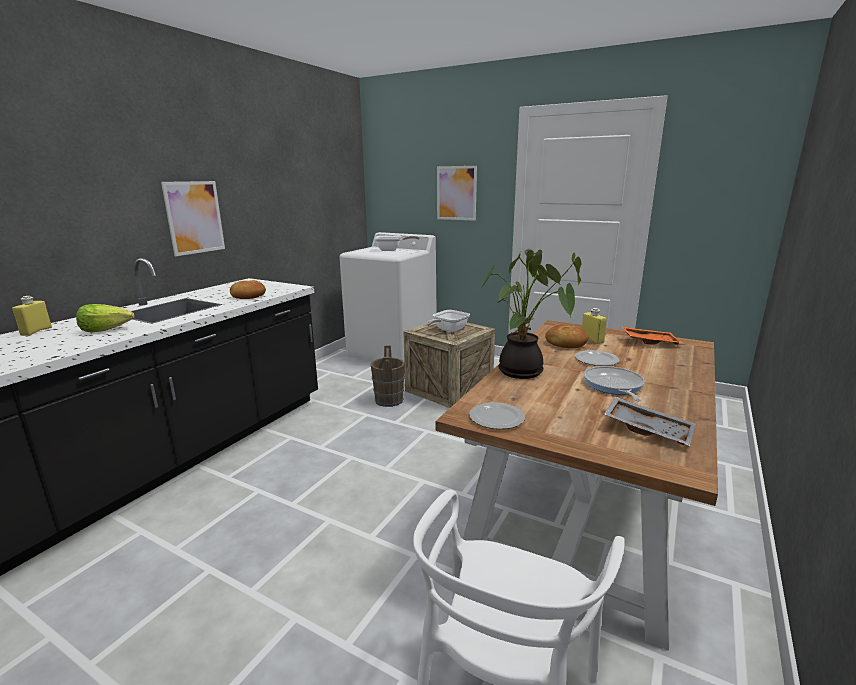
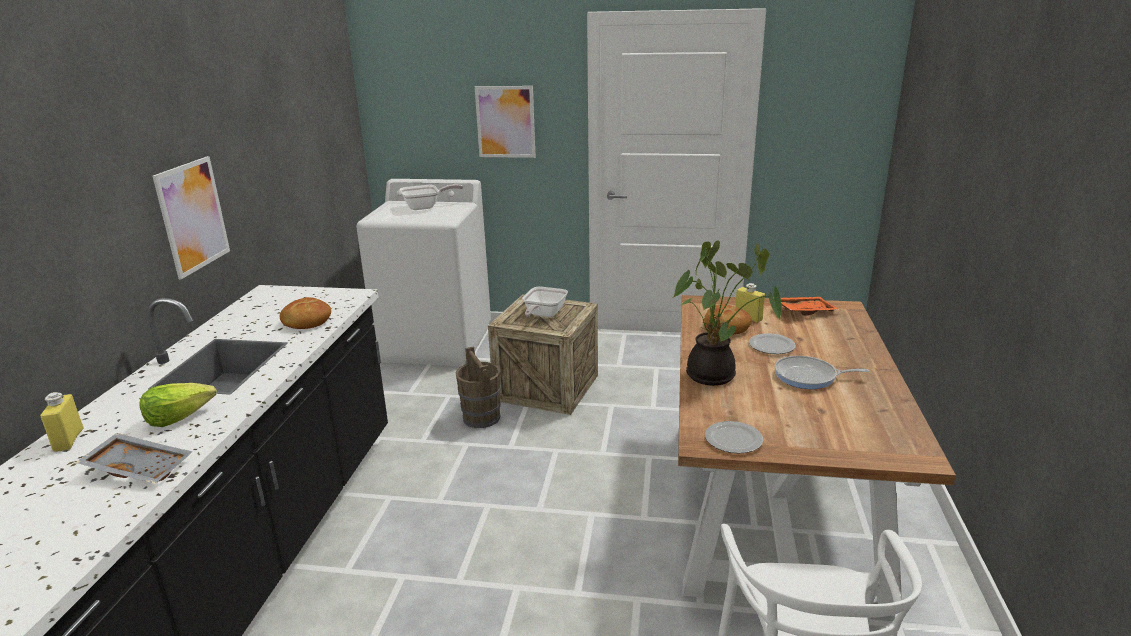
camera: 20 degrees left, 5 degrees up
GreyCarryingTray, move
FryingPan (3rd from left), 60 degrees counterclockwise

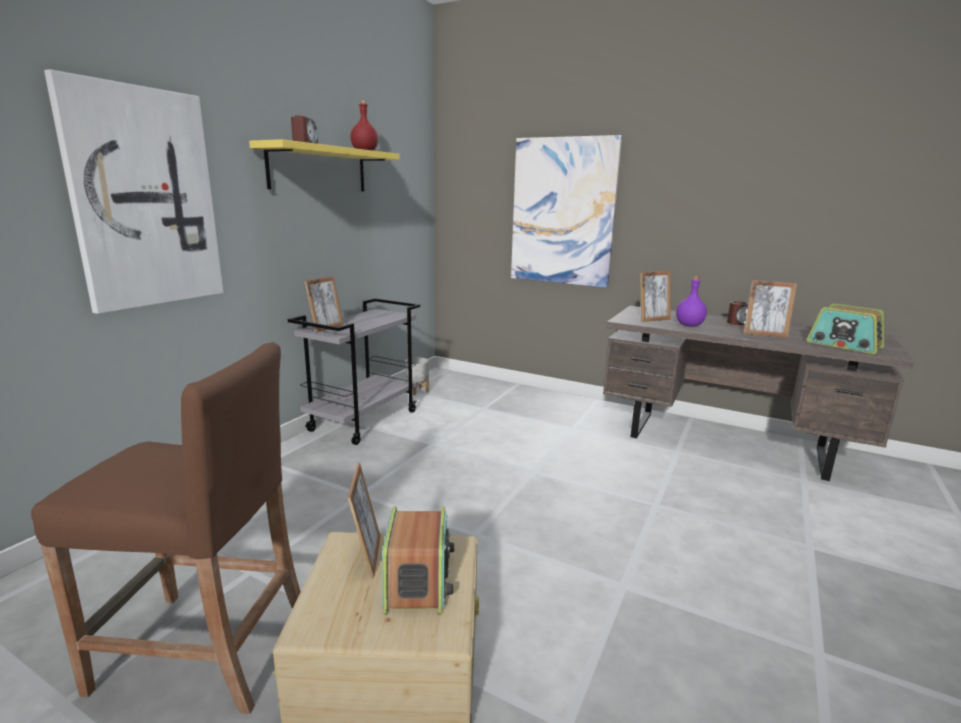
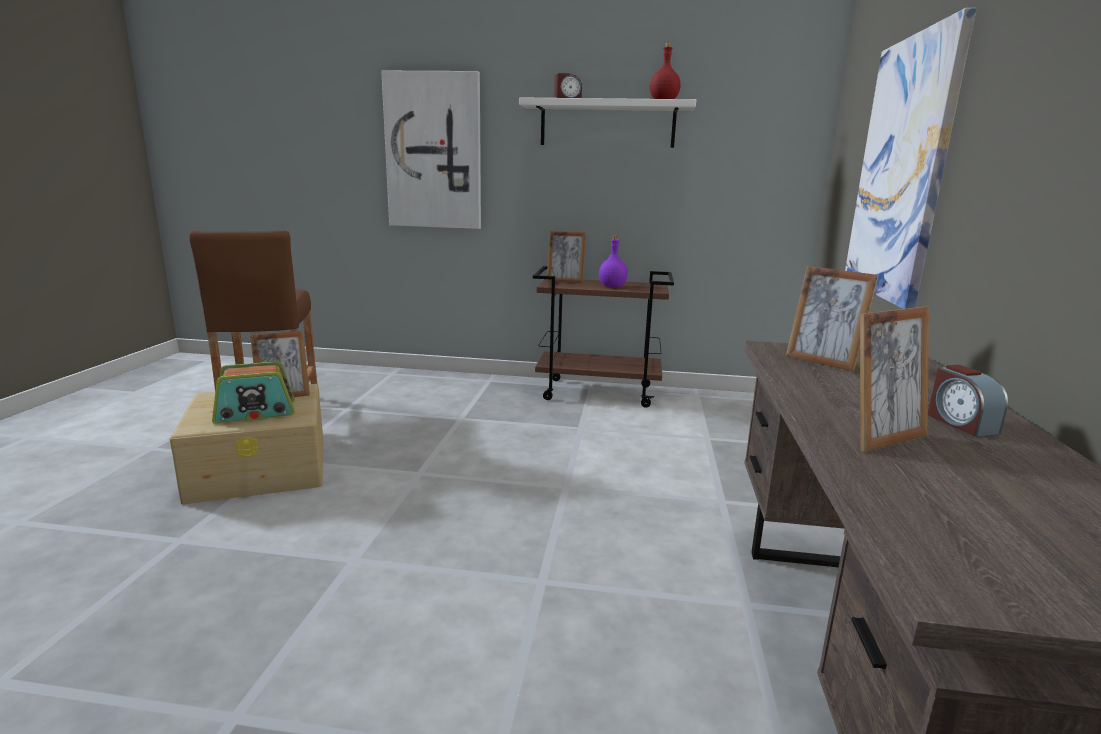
camera: 70 degrees right, 0 degrees up
GreyPlantPot → -
Radio (2nd from left) → -
PurpleColouredBottle, move
YellowishShelf → WhiteShelf
GreyCart → BrownColouredCart
PictureFrame (4th from left), 120 degrees counterclockwise

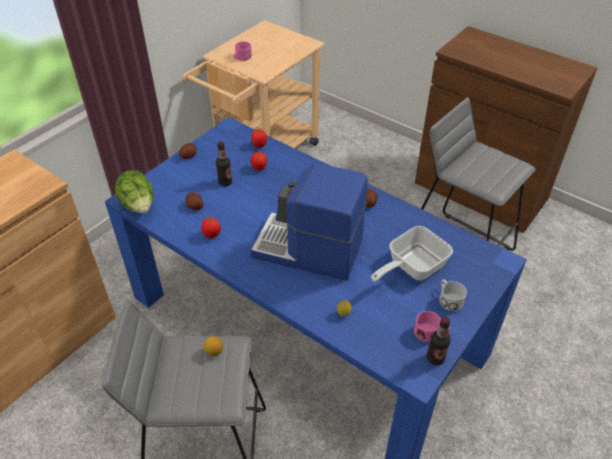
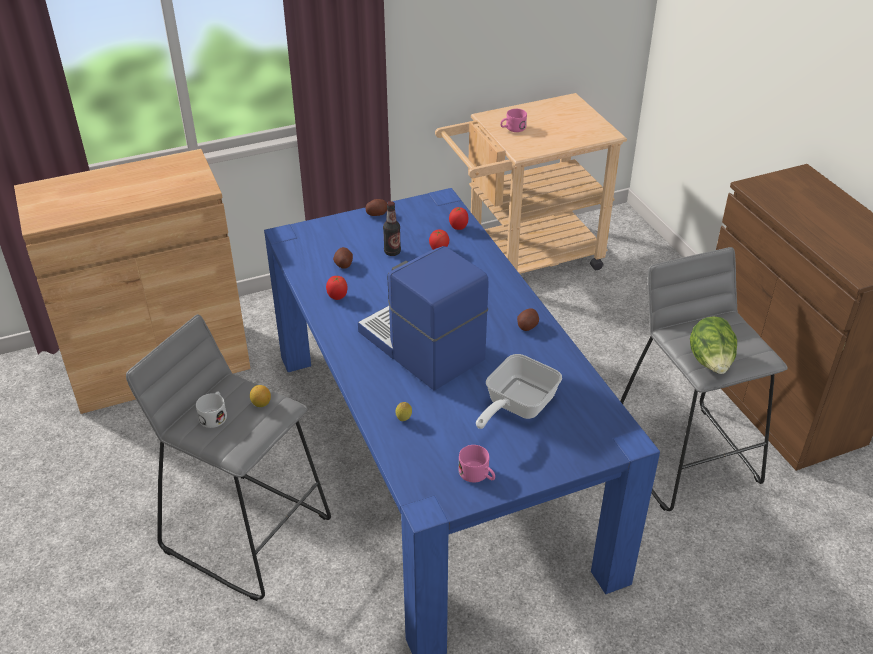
camera: 30 degrees right, 5 degrees down
Bottle (2nd from left) → -
Lettuce, move
WhiteMug, move
FryingPan, 45 degrees counterclockwise

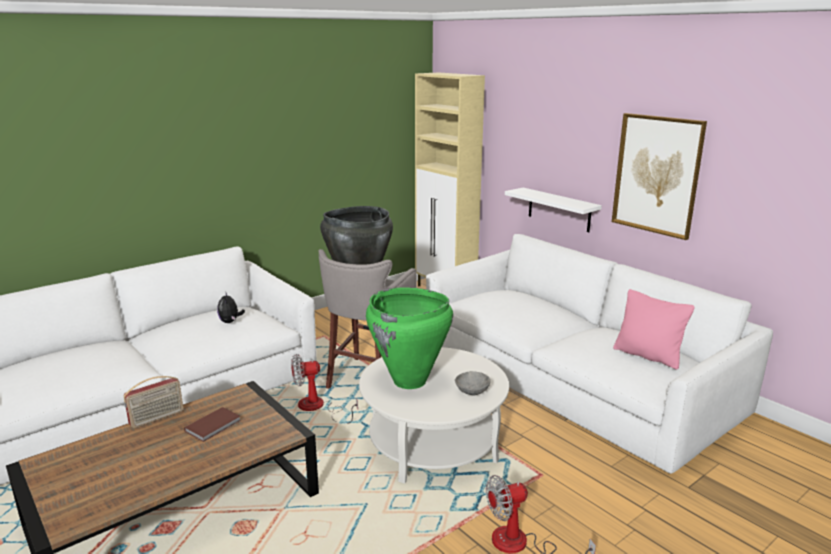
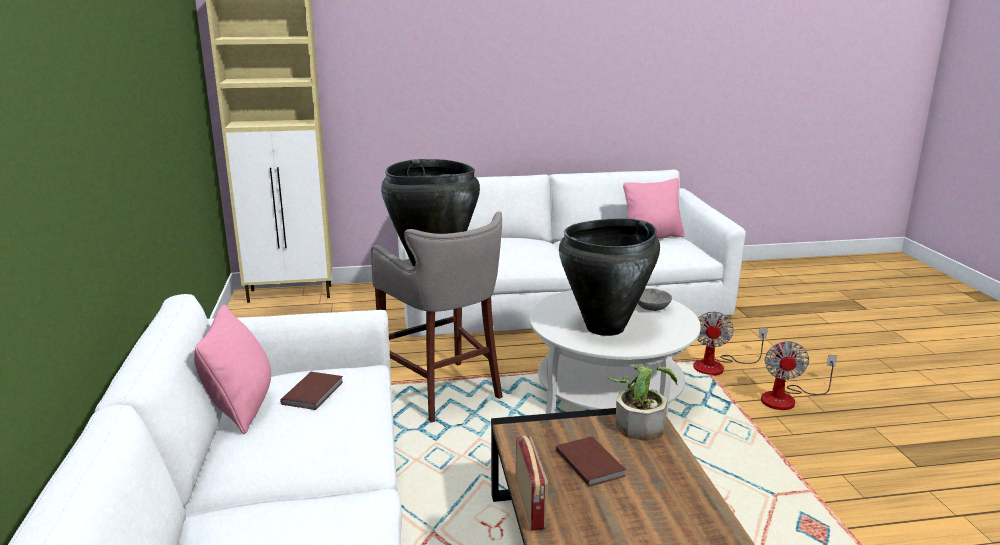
camera: 60 degrees left, 0 degrees up
WhiteShelf → -
WallArt → -
- → PinkishThrowPillow (1st from left)
- → Houseplant
Fan (1st from left), move
PlushToy → BrownColouredVolume (1st from left)
GreenColouredFlowerVase → BlackFlowerVase (2nd from left)

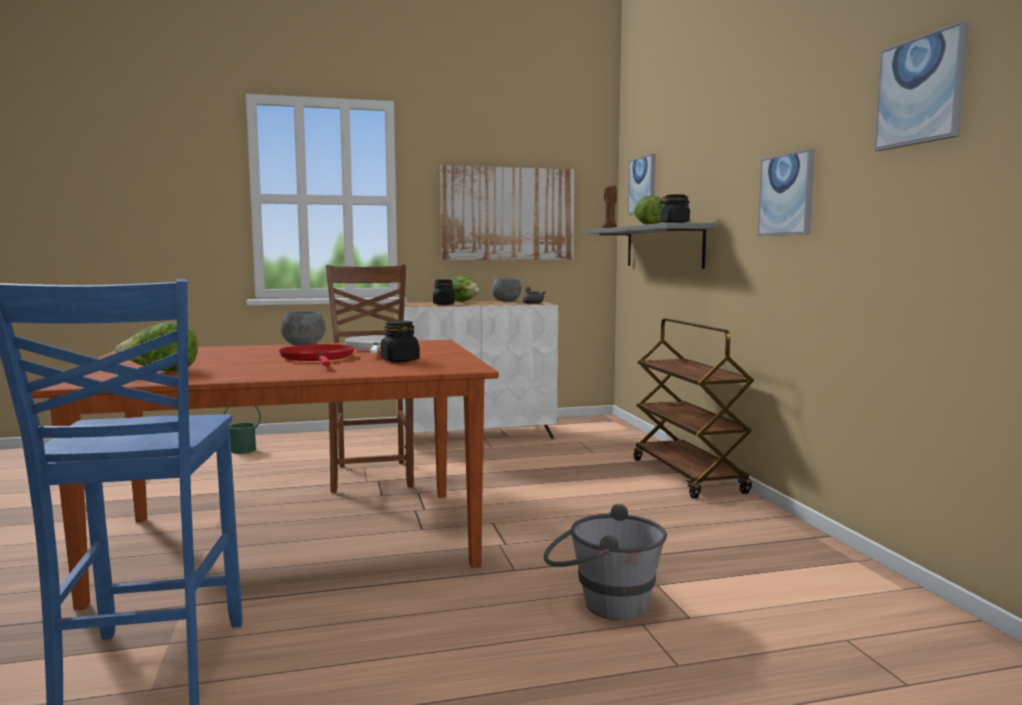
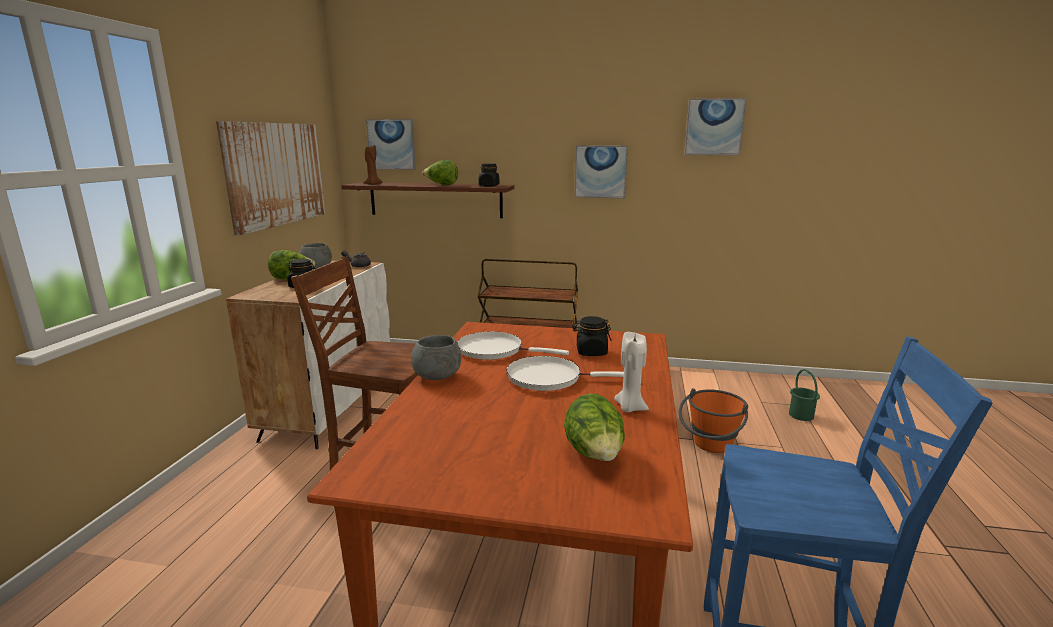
camera: 65 degrees left, 10 degrees up
- → WhiteCandle
GreenColouredWaterBucket, move
RedFryingPan → WhiteFryingPan (2nd from left)
GreyWaterBucket → OrangeWaterBucket
GreyShelf → BrownColouredShelf

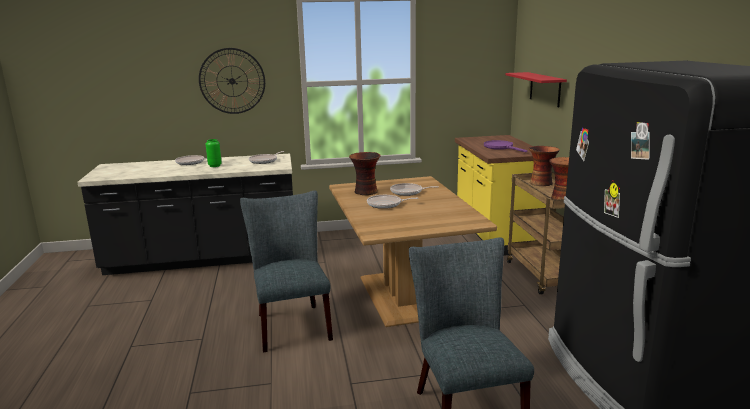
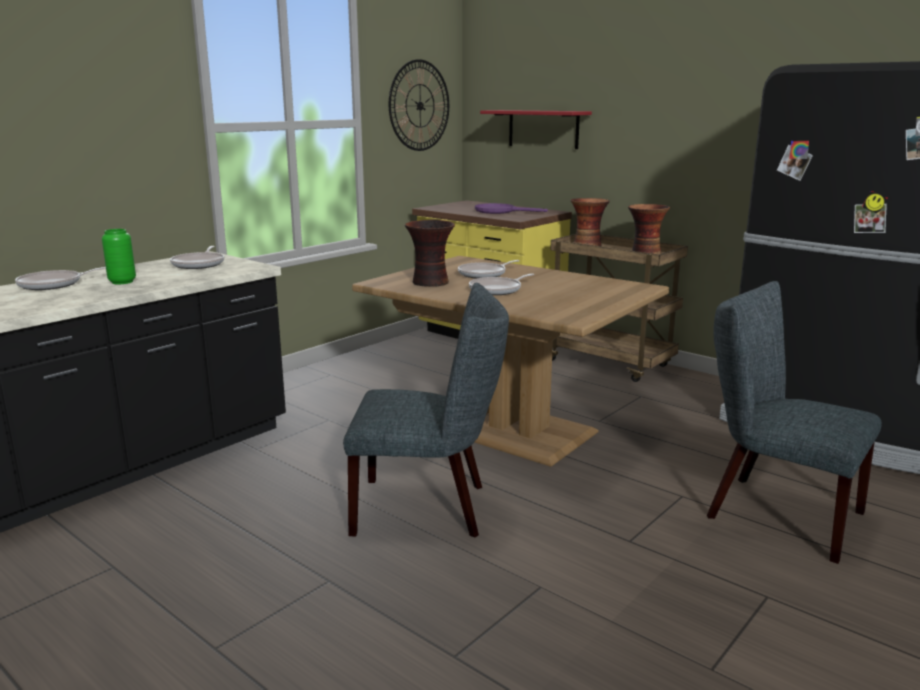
camera: 40 degrees left, 0 degrees up
WallClock, move
GreyPlainChair (1st from left), 150 degrees clockwise

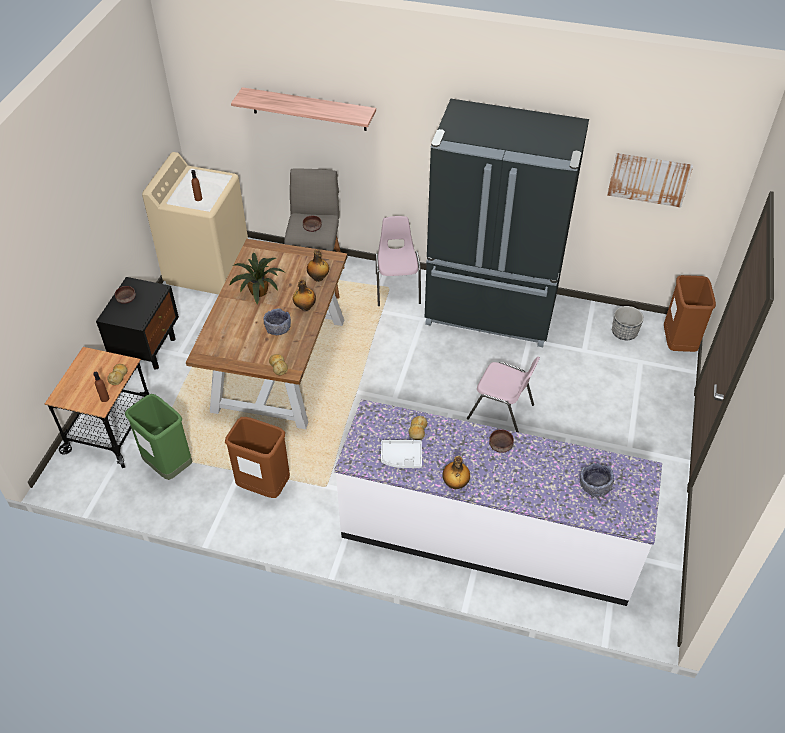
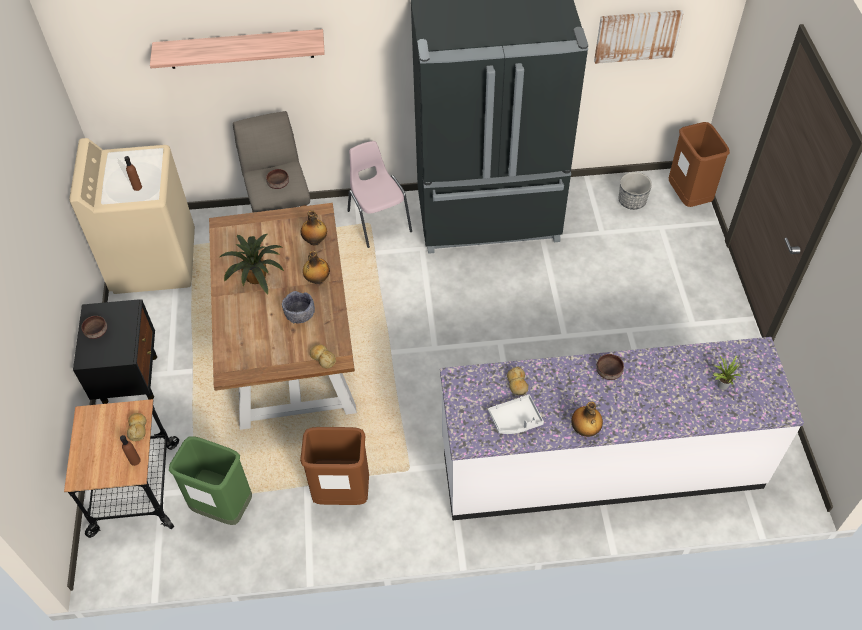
camera: 20 degrees left, 5 degrees up
PinkishPlainChair (2nd from left) → -
GreyServingBowl (2nd from left) → Houseplant (2nd from left)

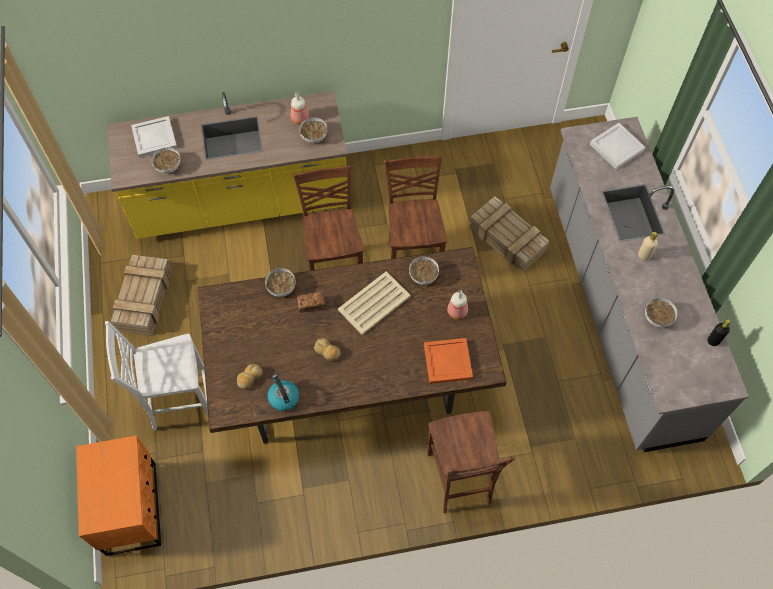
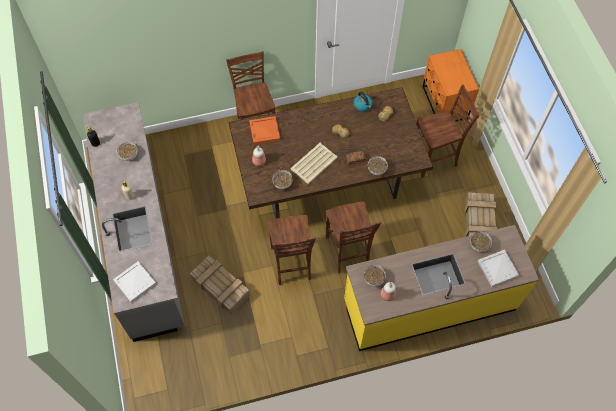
camera: 175 degrees right, 0 degrees up
WhitePlainChair → BrownColouredPlainChair (4th from left)

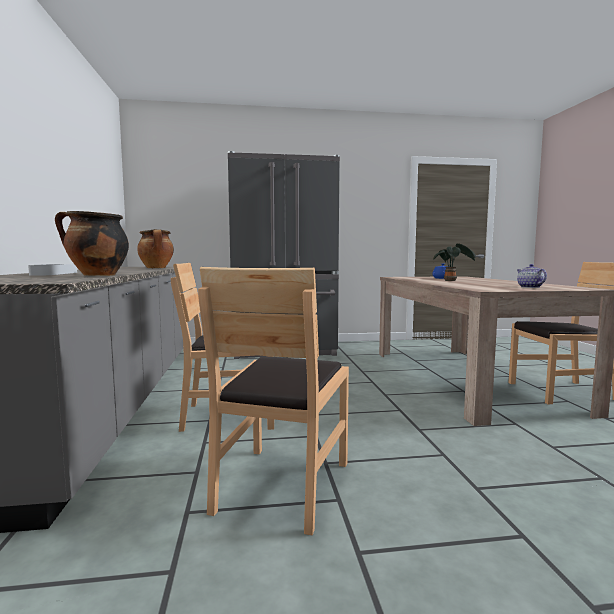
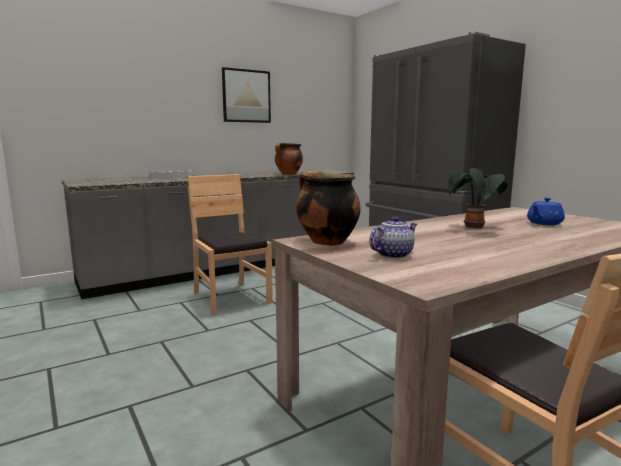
camera: 65 degrees right, 5 degrees up
BrownColouredPlainChair (2nd from left) → -
- → WallArt
CookingPot (1st from left in the first image) → CookingPot (2nd from left), move

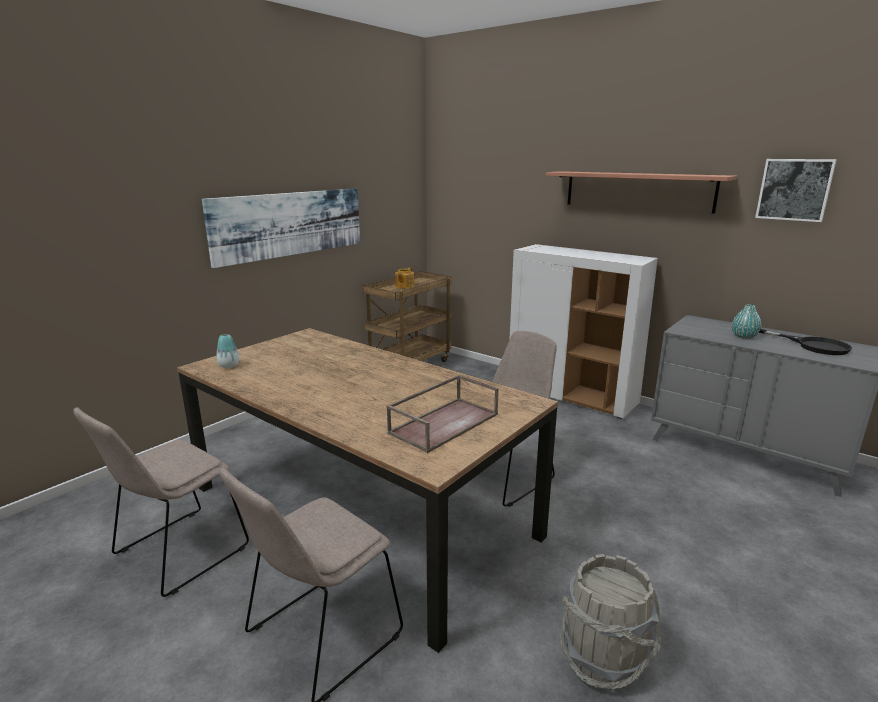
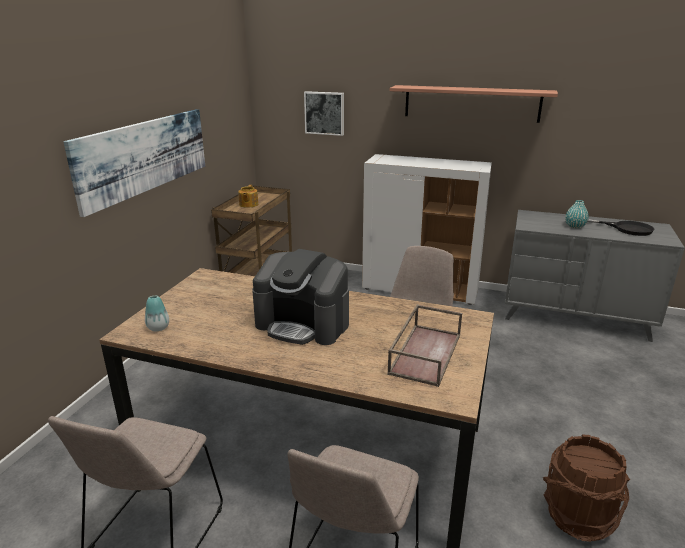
camera: 20 degrees left, 5 degrees up
- → CoffeeMachine
WallArt (2nd from left), move
GreyWaterBucket → BrownColouredWaterBucket

